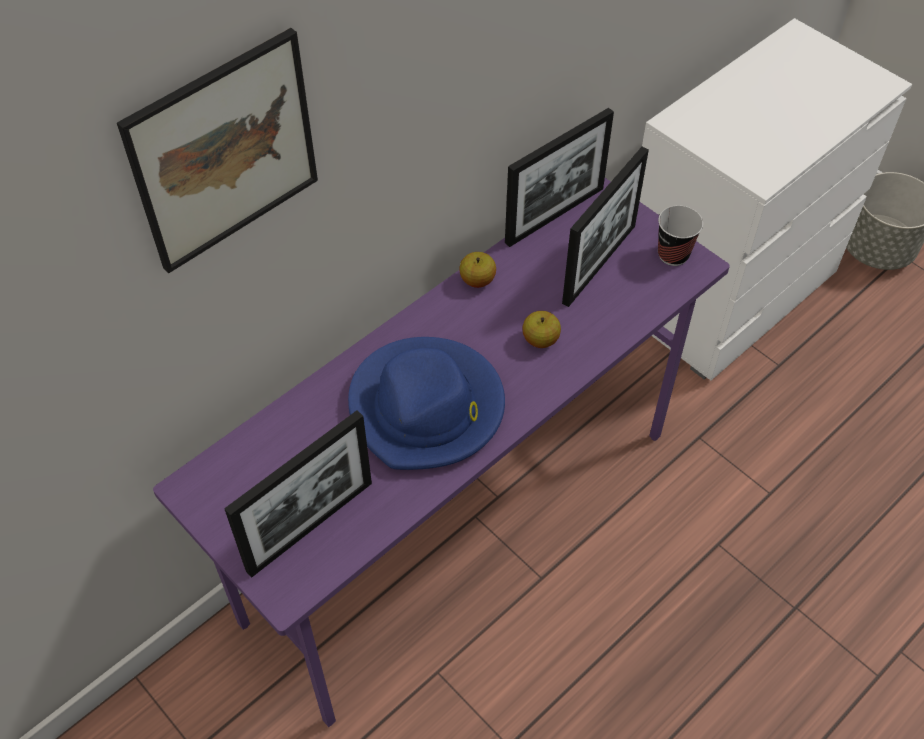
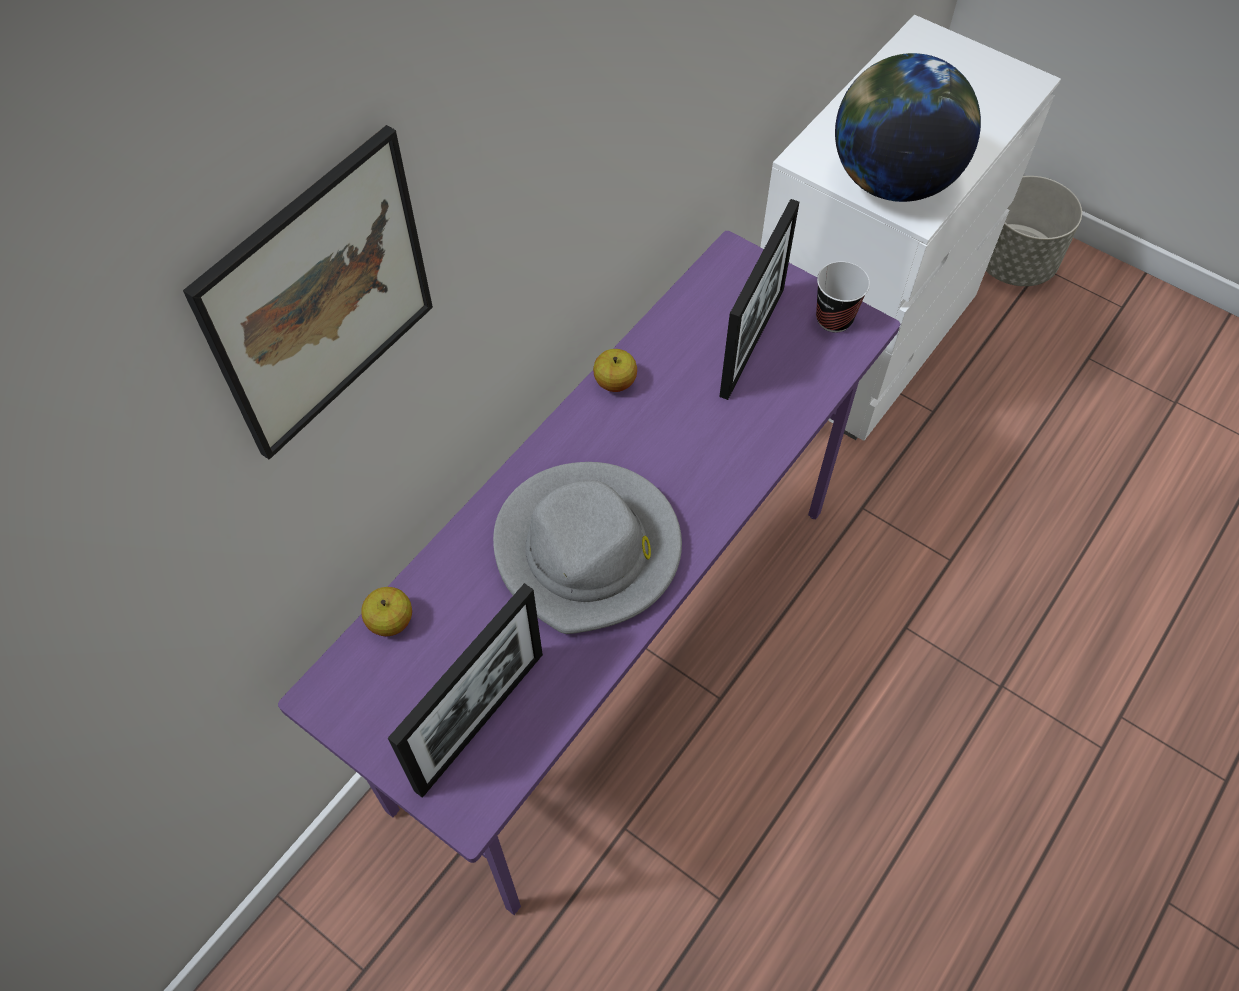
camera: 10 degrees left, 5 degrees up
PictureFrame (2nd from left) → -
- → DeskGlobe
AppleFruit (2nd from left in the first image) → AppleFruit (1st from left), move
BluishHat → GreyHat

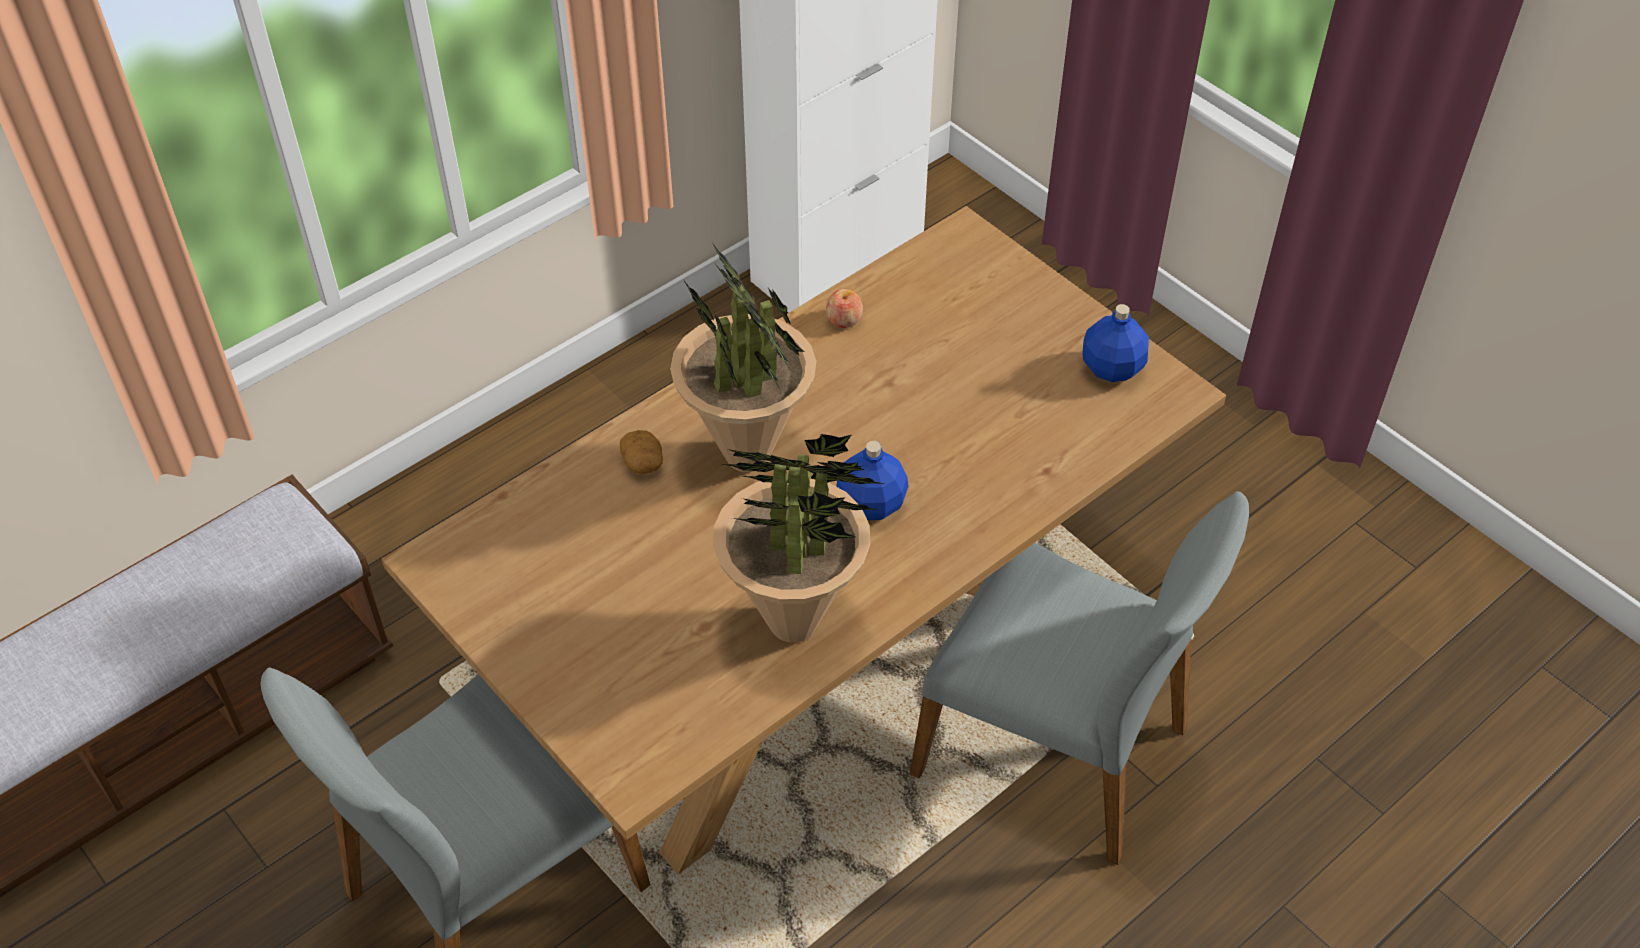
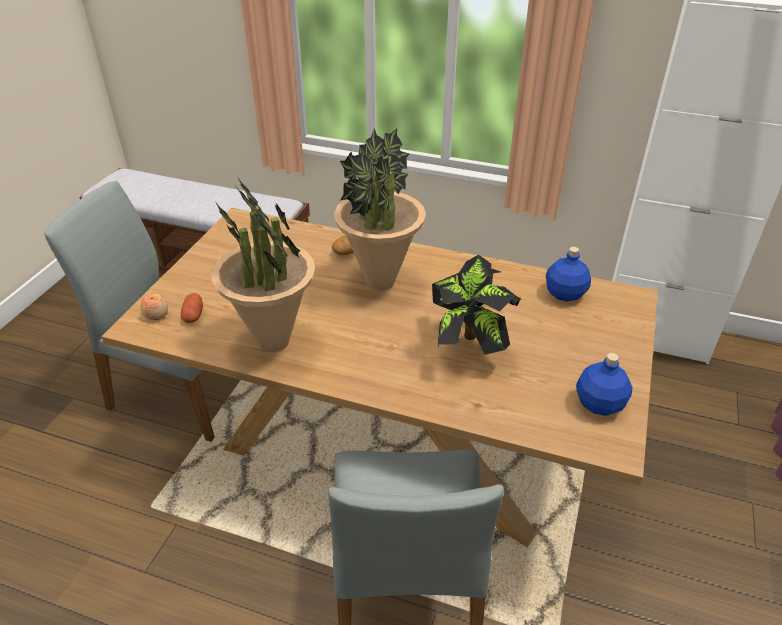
camera: 60 degrees right, 10 degrees down
- → Potato (1st from left)
- → Houseplant (3rd from left)
AppleFruit, move
BluishBottle (1st from left), move

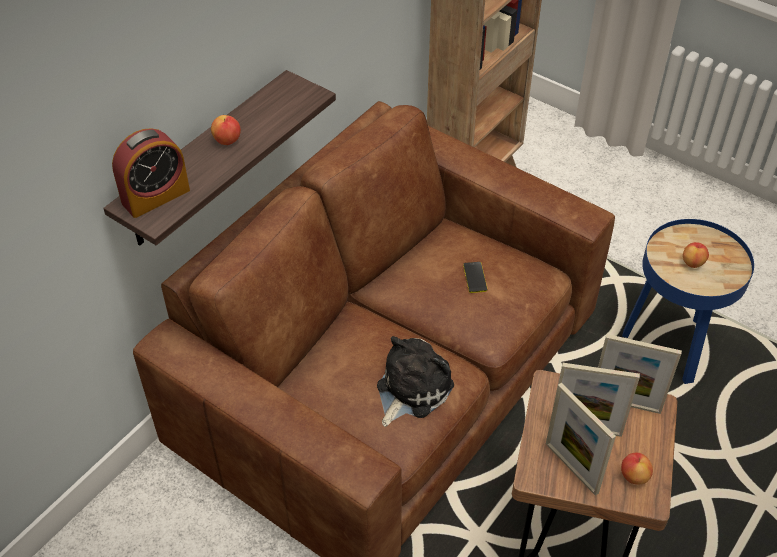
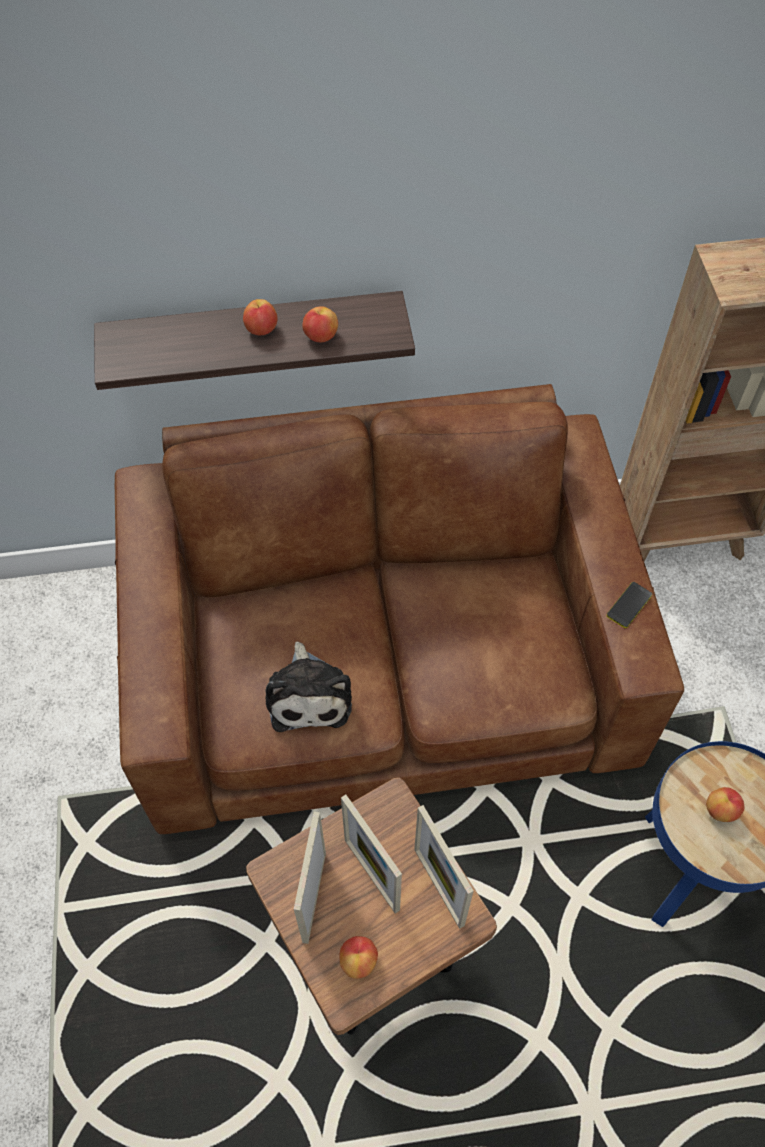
camera: 45 degrees right, 10 degrees up
AlarmClock → -
- → AppleFruit (2nd from left)
Handset, move
PlushToy, 90 degrees clockwise

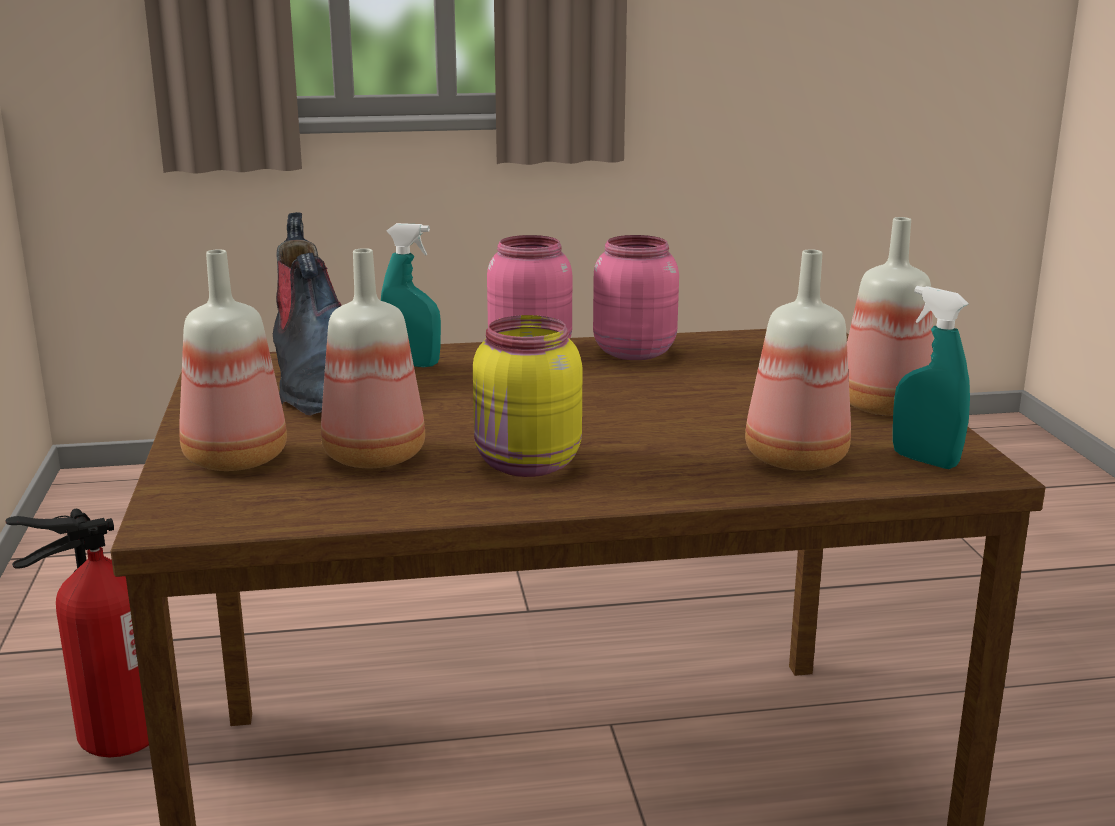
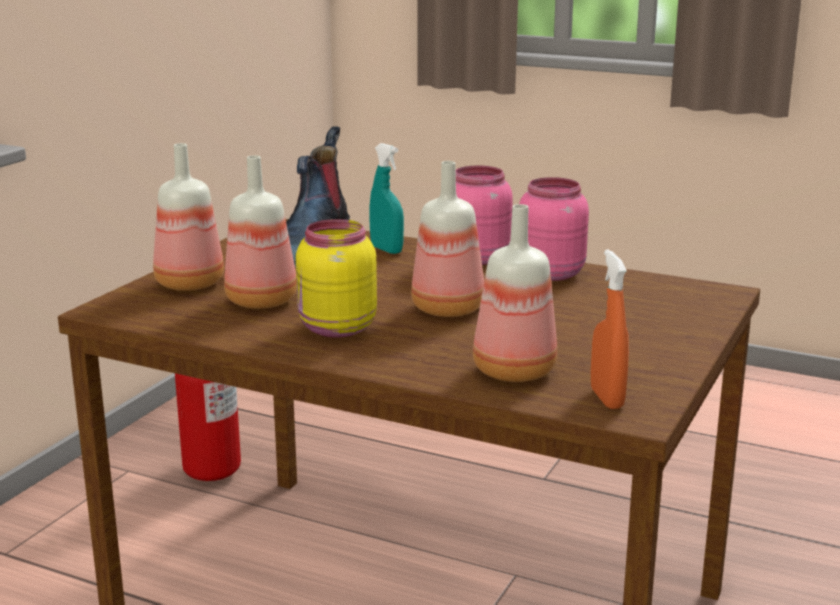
camera: 35 degrees right, 0 degrees up
Bottle (4th from left in the first image) → Bottle (3rd from left), move
BlueGreenSprayer (2nd from left) → OrangeSprayer

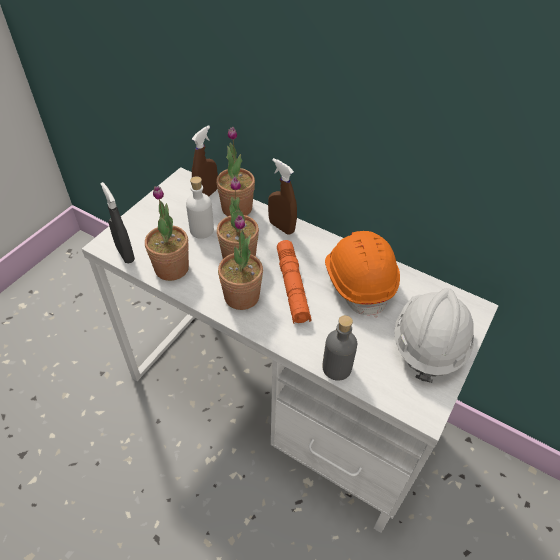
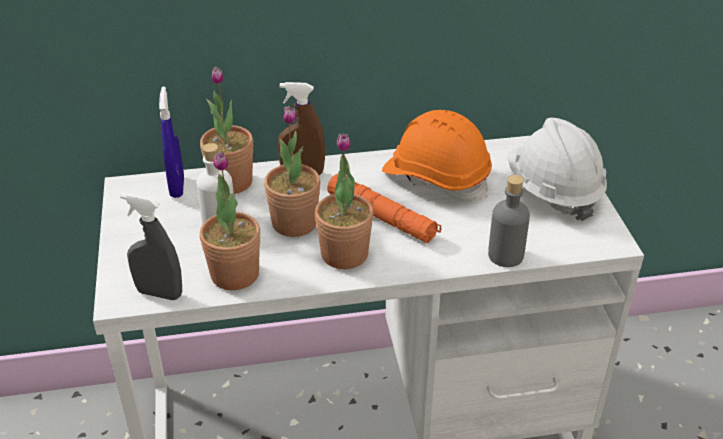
camera: 40 degrees left, 10 degrees down
BrownColouredSprayer (1st from left) → BluishSprayer

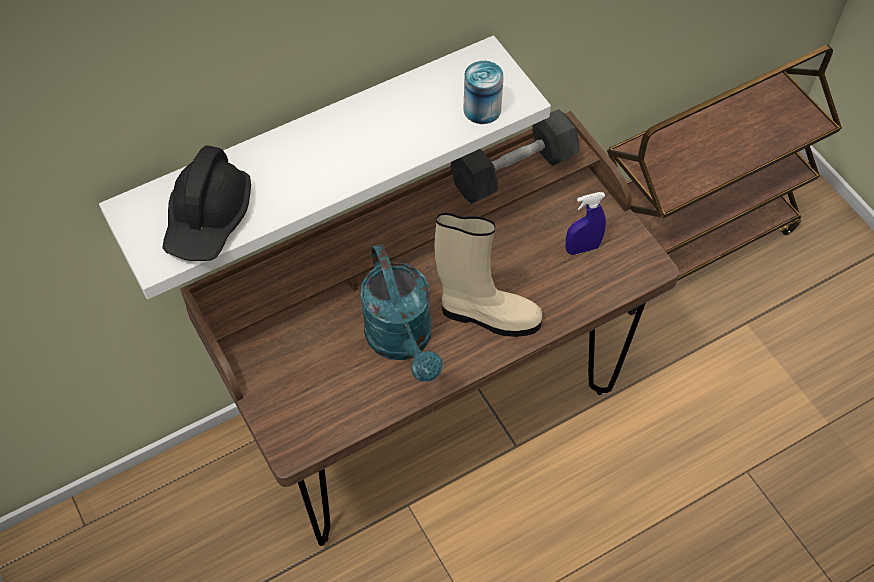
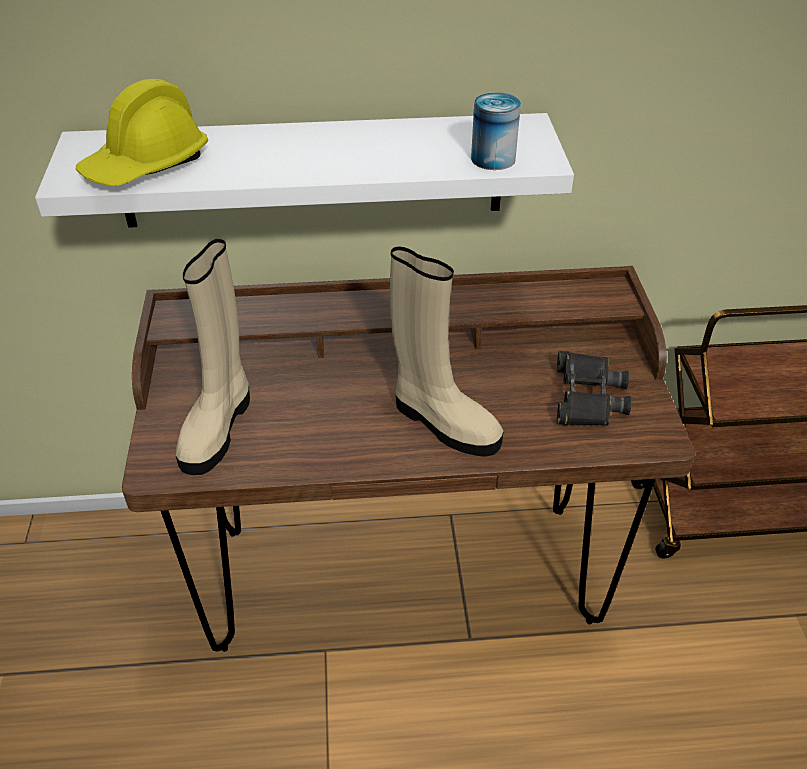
camera: 25 degrees right, 15 degrees down
BlueGreenSprinklingCan → -
BlackHandWeight → -
- → SandColouredHighTopBoot (1st from left)
BluishSprayer → BlackBinoculars
BlackHardHat → YellowishHardHat

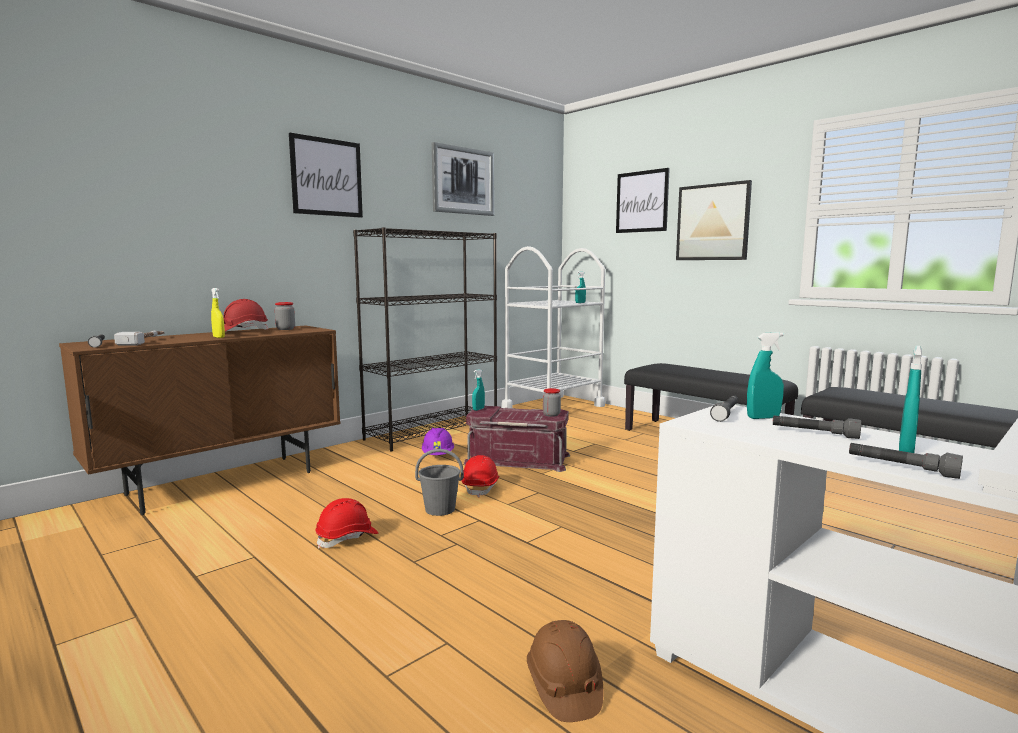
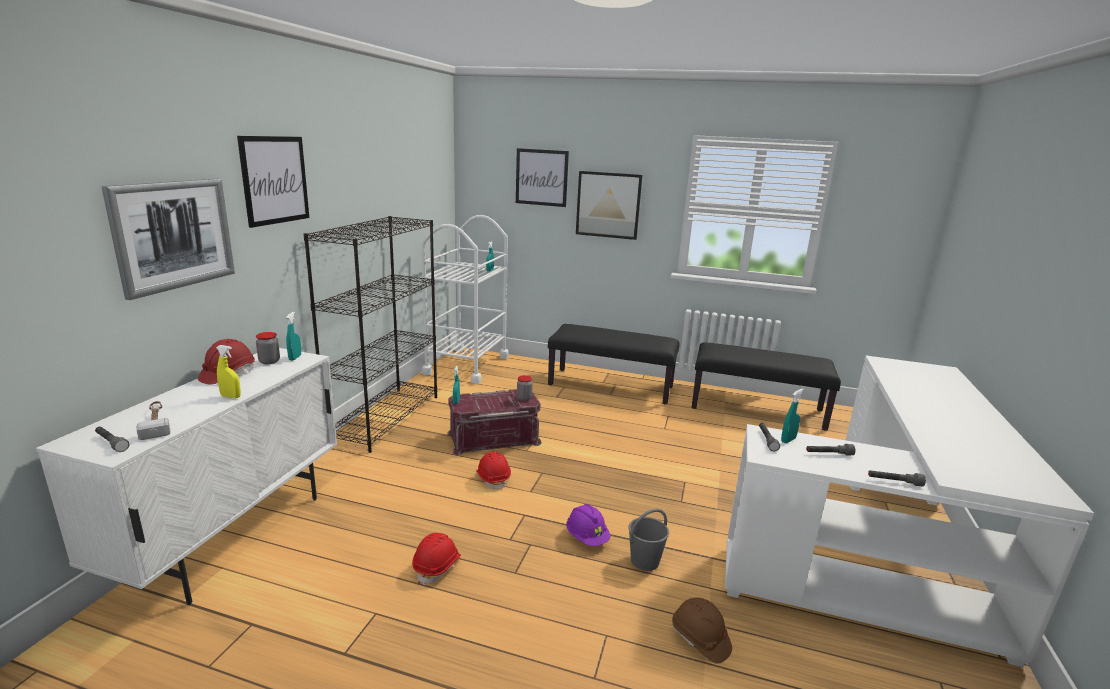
camera: 30 degrees left, 10 degrees up
GreyWaterBucket, move
PurpleColouredHardHat, move
WallArt (2nd from left in the first image) → WallArt (1st from left), move
BlueGreenSprayer (4th from left in the first image) → BlueGreenSprayer (1st from left), move
BrownColouredCupboard → WhiteCupboard

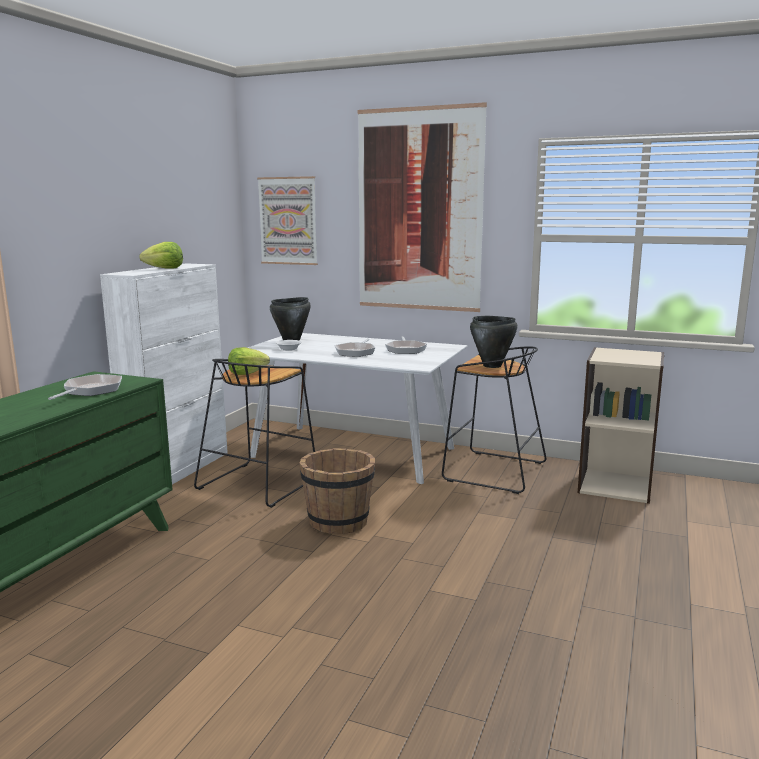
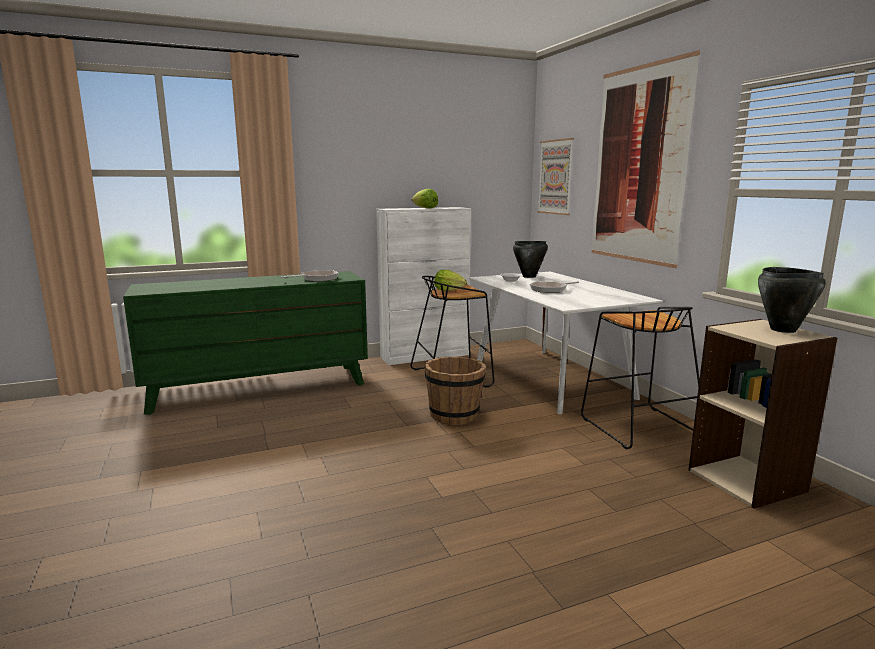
camera: 45 degrees right, 0 degrees up
FryingPan (3rd from left) → -
BlackCookingPot (2nd from left), move

